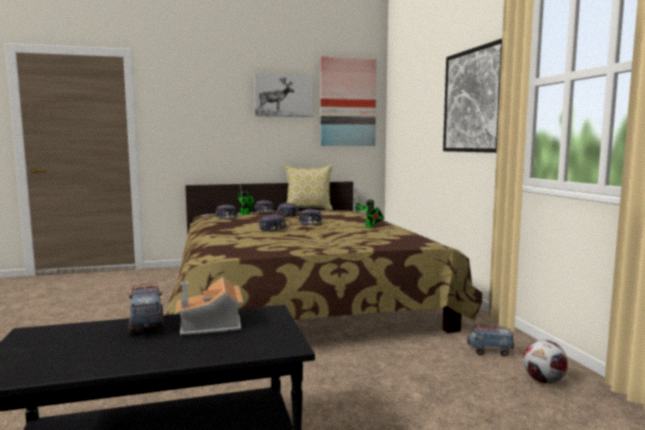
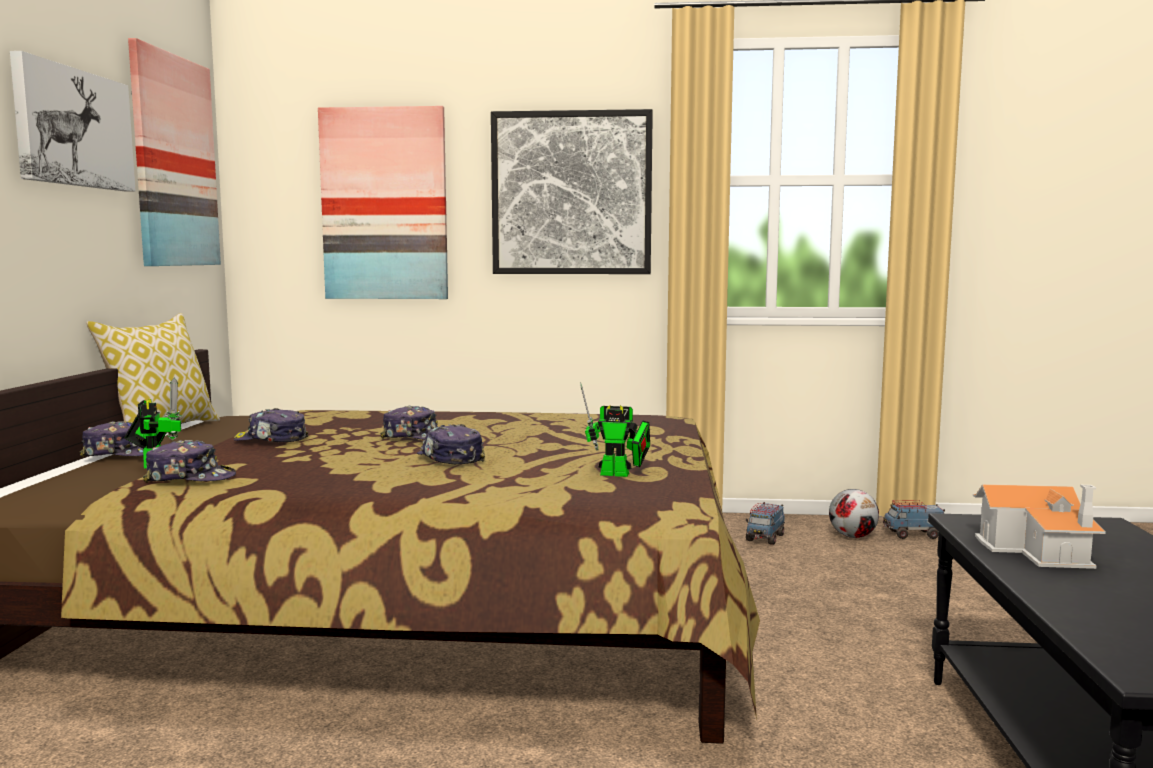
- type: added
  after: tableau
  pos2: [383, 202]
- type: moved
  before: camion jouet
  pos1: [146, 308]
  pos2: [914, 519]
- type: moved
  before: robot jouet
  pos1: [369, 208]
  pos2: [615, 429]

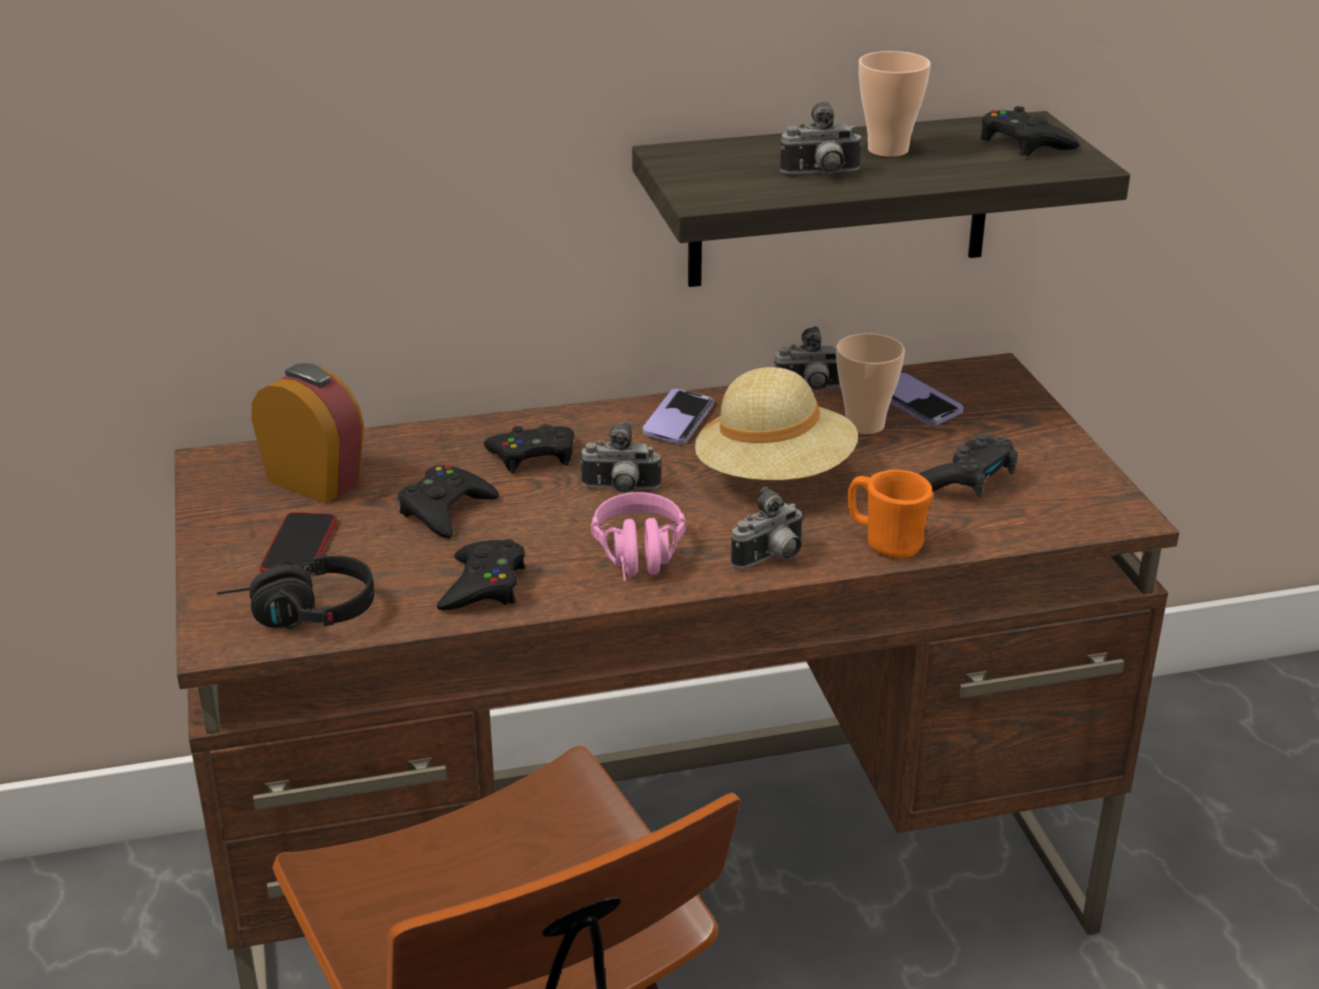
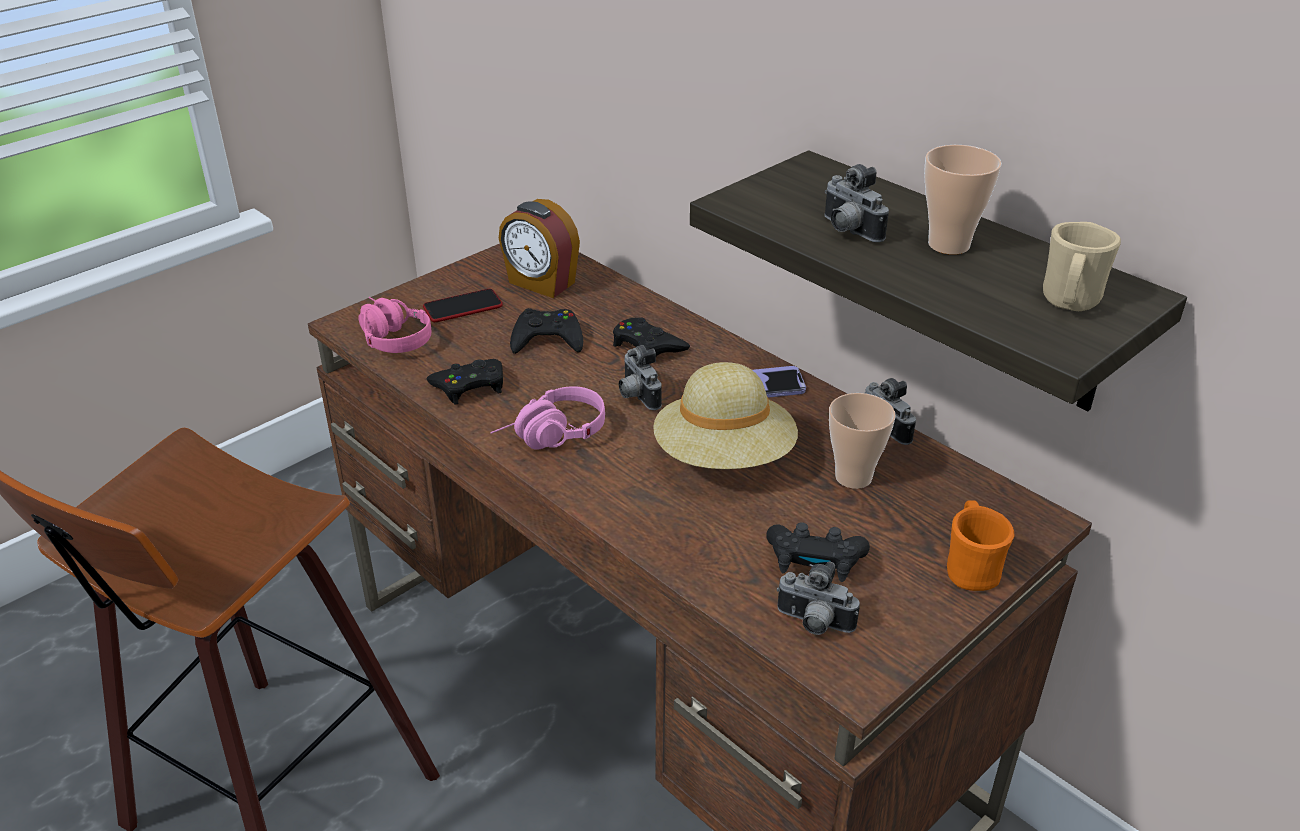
- type: removed
  before: téléphone
  pos1: [926, 399]
- type: moved
  before: appareil photo
  pos1: [767, 528]
  pos2: [818, 598]
- type: moved
  before: mug [orange]
  pos1: [890, 514]
  pos2: [980, 546]
- type: replaced
  before: manette [noir]
  after: mug [beige]
  pos1: [1030, 131]
  pos2: [1082, 266]
- type: recoloured
  before: casque audio [noir]
  after: casque audio [rose]
  pos1: [295, 592]
  pos2: [394, 325]
- type: turned
  before: réveil
  pos1: [307, 433]
  pos2: [539, 248]
  turn: 120

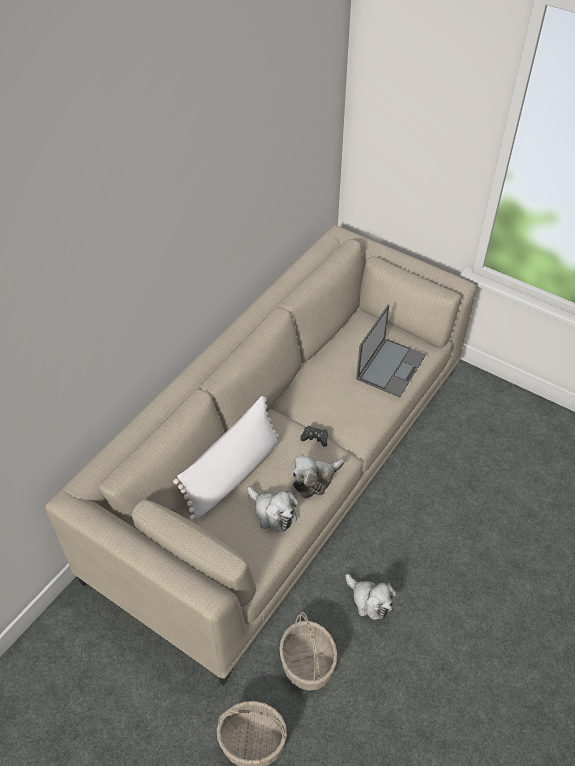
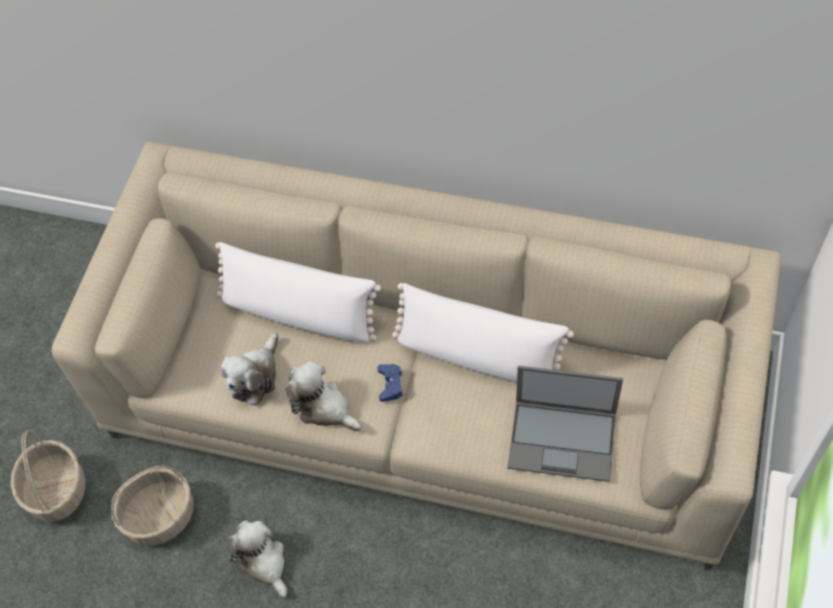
- type: added
  after: coussin [blanc]
  pos2: [483, 332]
- type: recoloured
  before: manette [noir]
  after: manette [bleu]
  pos1: [314, 436]
  pos2: [390, 383]
- type: turned
  before: peluche
  pos1: [370, 597]
  pos2: [258, 559]
  turn: 120

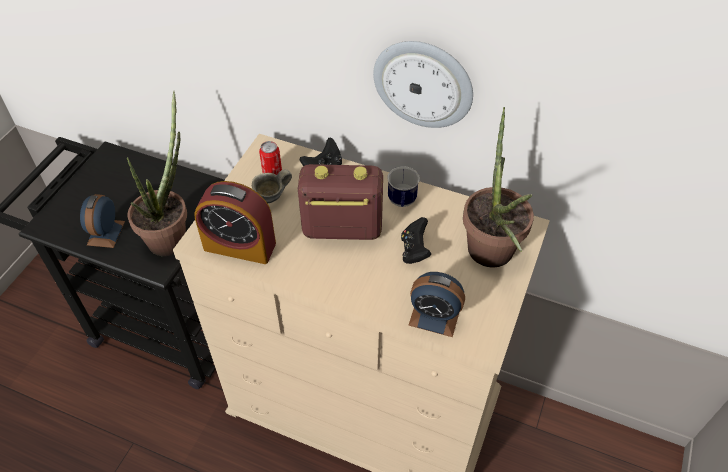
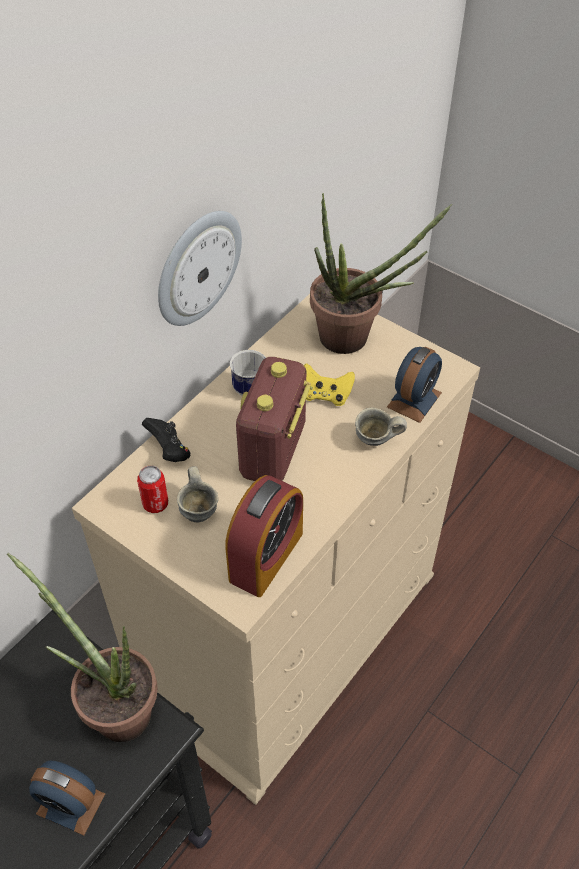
- type: added
  after: mug [gris]
  pos2: [381, 427]
- type: recoloured
  before: manette [noir]
  after: manette [jaune]
  pos1: [416, 240]
  pos2: [329, 384]

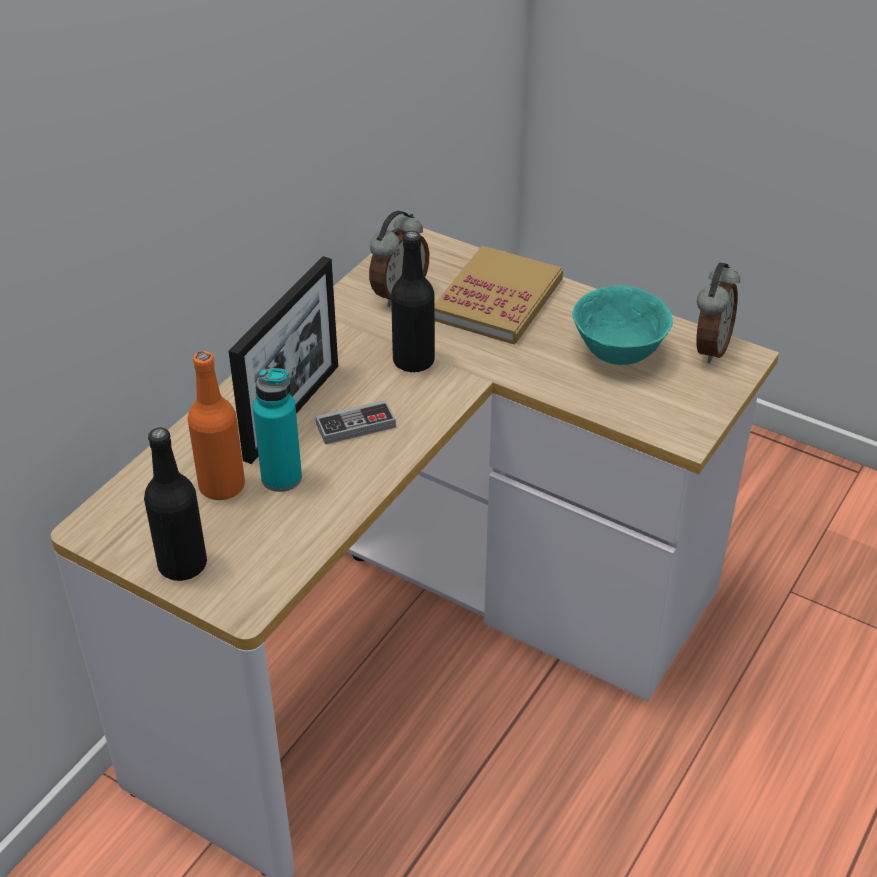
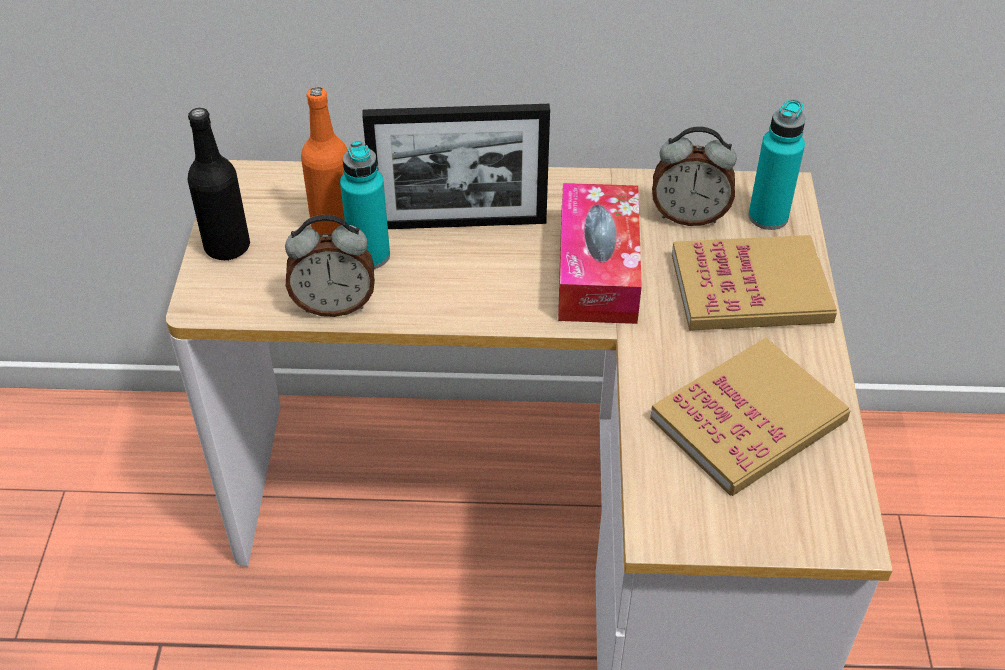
- type: removed
  before: manette
  pos1: [356, 422]
- type: added
  after: bouteille [turquoise]
  pos2: [776, 164]
- type: moved
  before: réveil
  pos1: [718, 313]
  pos2: [330, 266]
- type: replaced
  before: bouteille [noir]
  after: boîte à mouchoirs
  pos1: [413, 302]
  pos2: [600, 253]
- type: replaced
  before: bol [turquoise]
  after: livre
  pos1: [622, 325]
  pos2: [750, 417]

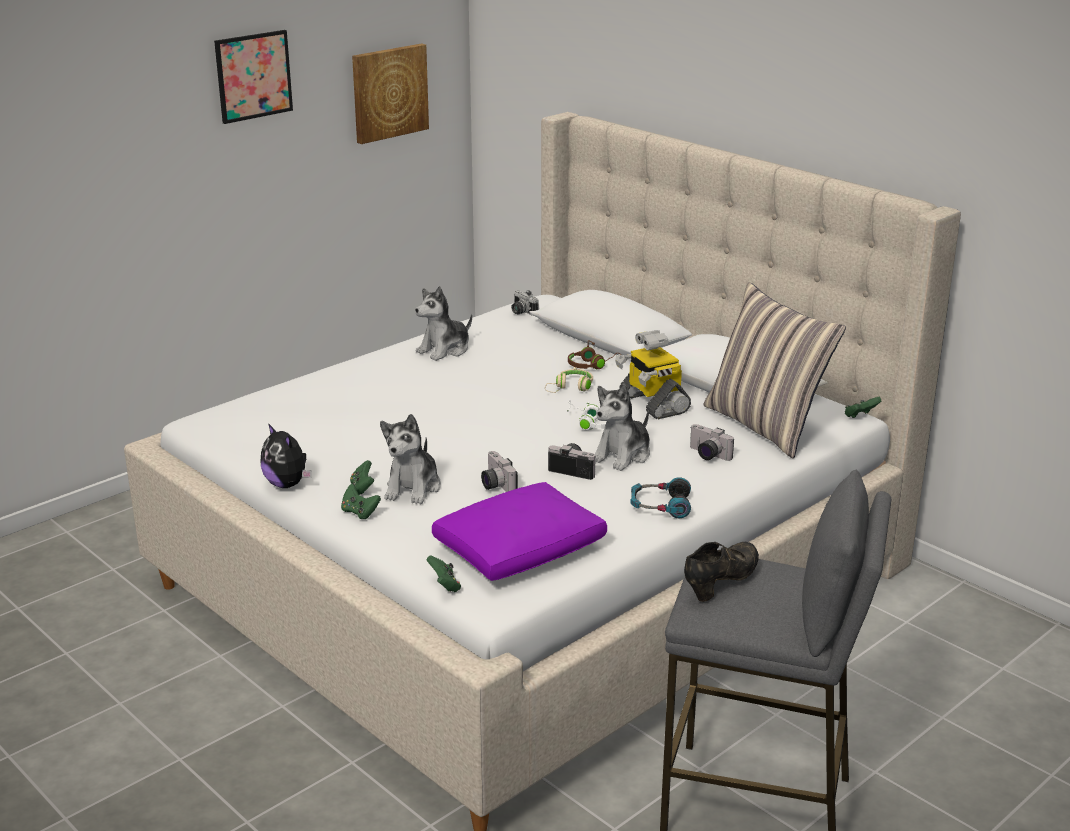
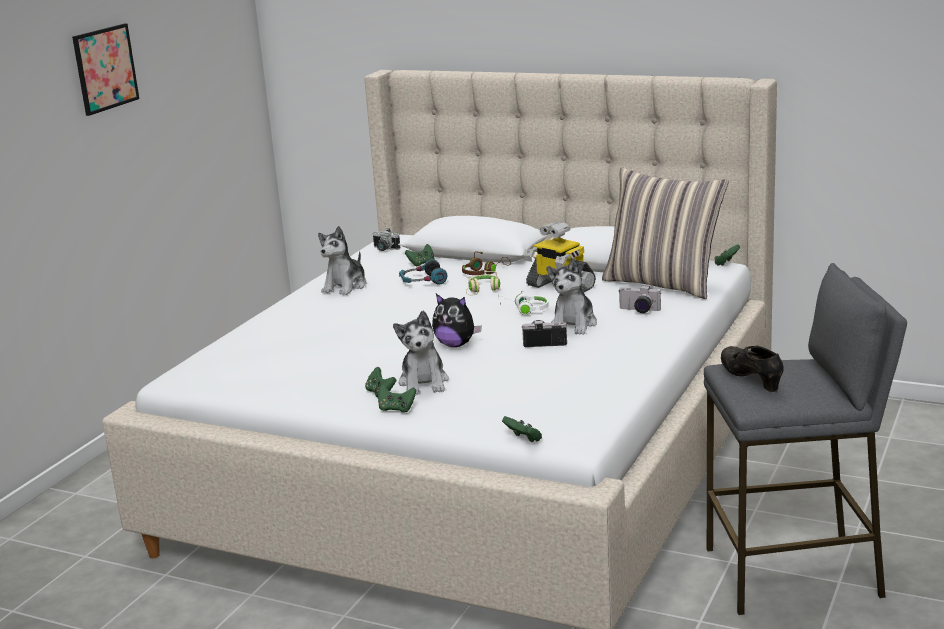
- type: removed
  before: tableau
  pos1: [390, 93]
- type: removed
  before: coussin [violet]
  pos1: [519, 531]
- type: removed
  before: appareil photo
  pos1: [499, 471]
- type: added
  after: manette [vert]
  pos2: [420, 255]
- type: moved
  before: peluche
  pos1: [286, 455]
  pos2: [457, 320]
- type: moved
  before: casque audio
  pos1: [660, 497]
  pos2: [423, 272]
- type: turned
  before: chaussure [noir]
  pos1: [721, 572]
  pos2: [752, 368]
  turn: -45

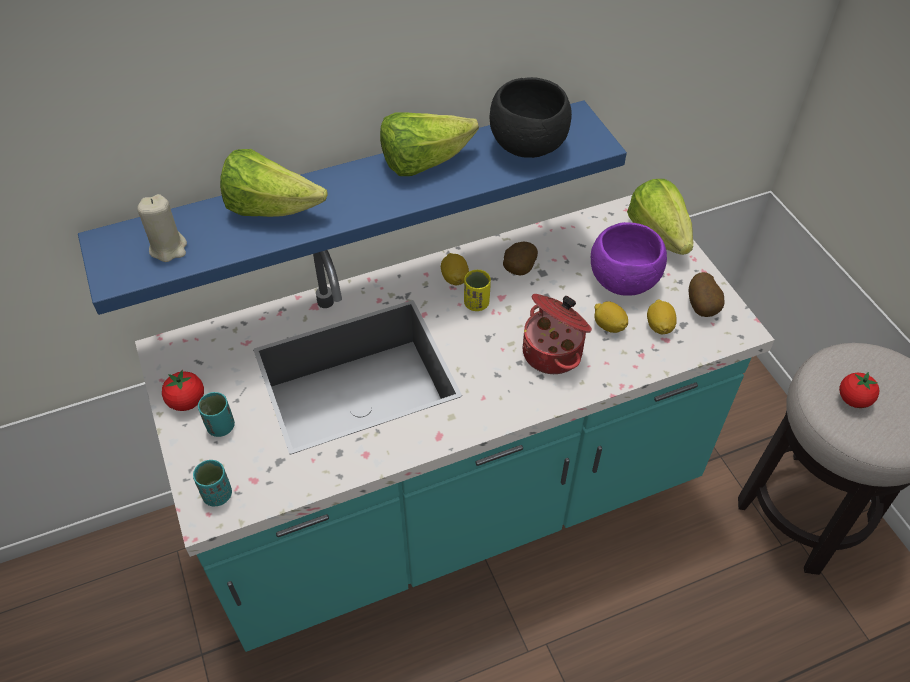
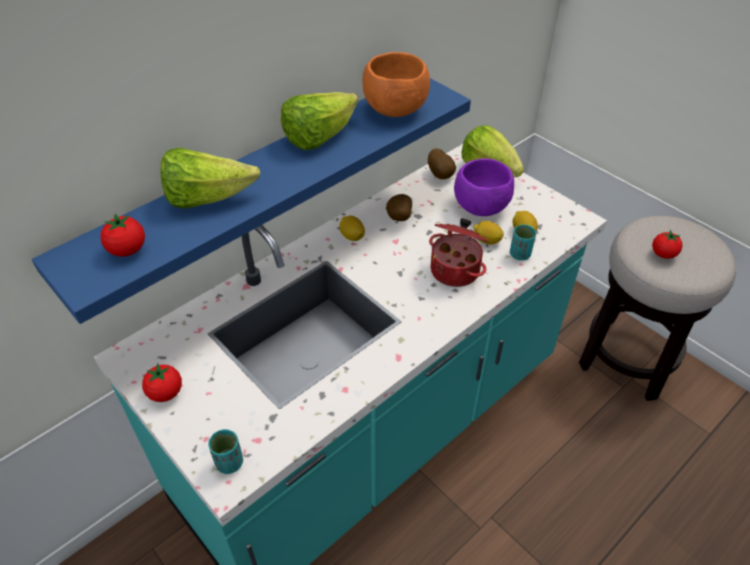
- type: removed
  before: tasse [jaune]
  pos1: [477, 290]
- type: moved
  before: tasse [turquoise]
  pos1: [216, 414]
  pos2: [523, 242]
- type: moved
  before: pomme de terre
  pos1: [707, 294]
  pos2: [442, 163]
- type: replaced
  before: bougie [beige]
  after: tomate
  pos1: [162, 228]
  pos2: [122, 235]
- type: recoloured
  before: bol [noir]
  after: bol [orange]
  pos1: [530, 117]
  pos2: [396, 84]

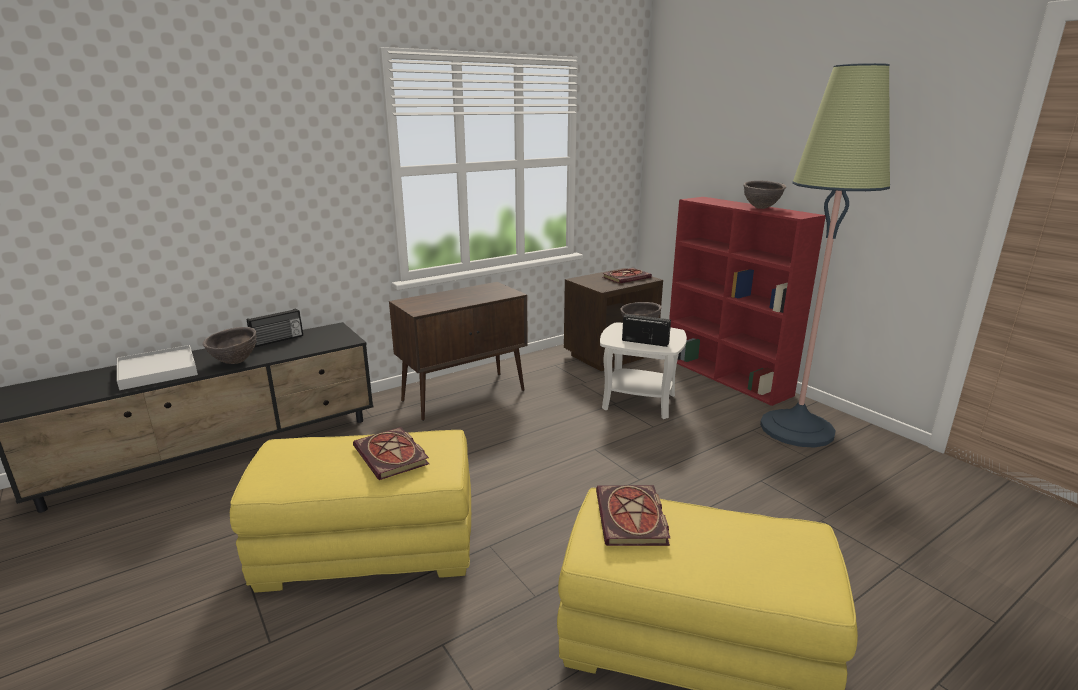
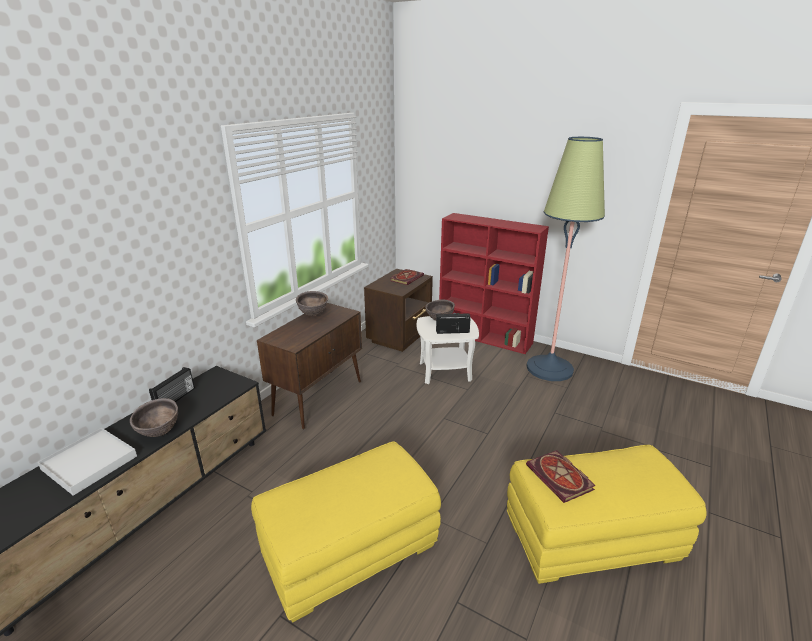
- type: removed
  before: livre
  pos1: [391, 453]
- type: moved
  before: bol [marron]
  pos1: [764, 195]
  pos2: [312, 303]

